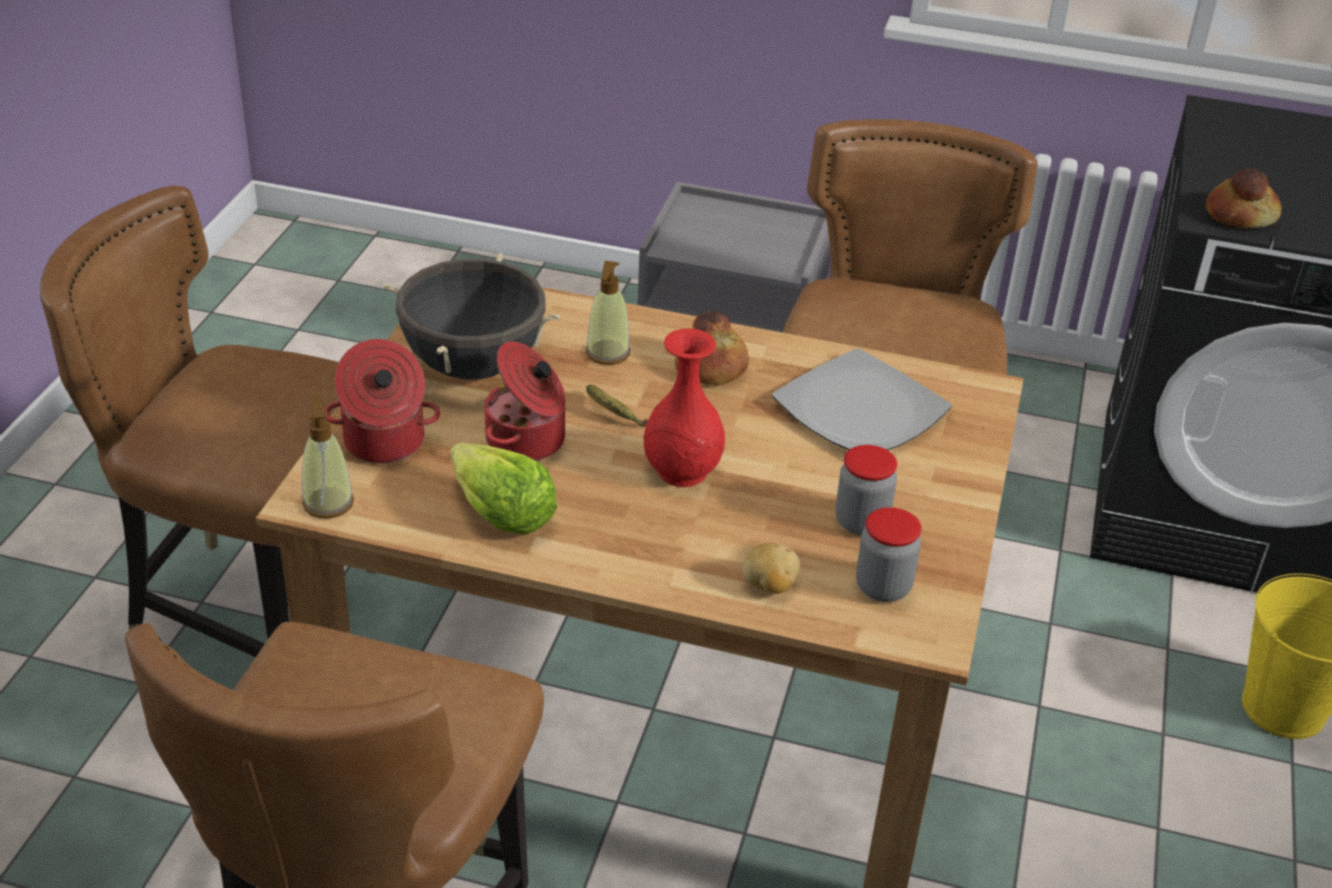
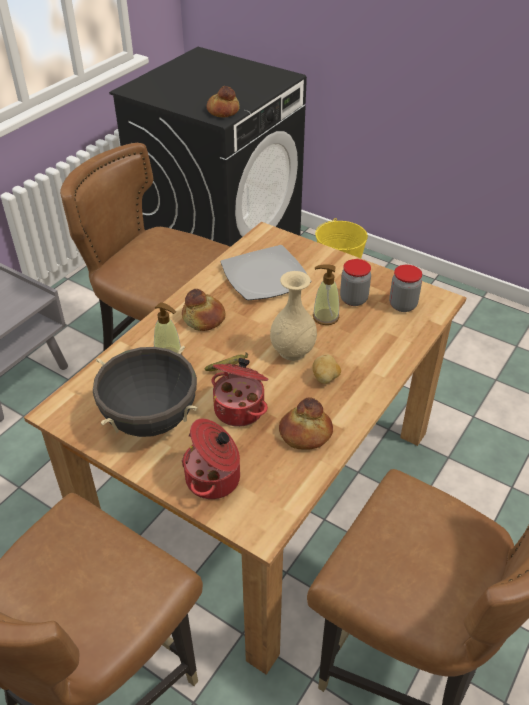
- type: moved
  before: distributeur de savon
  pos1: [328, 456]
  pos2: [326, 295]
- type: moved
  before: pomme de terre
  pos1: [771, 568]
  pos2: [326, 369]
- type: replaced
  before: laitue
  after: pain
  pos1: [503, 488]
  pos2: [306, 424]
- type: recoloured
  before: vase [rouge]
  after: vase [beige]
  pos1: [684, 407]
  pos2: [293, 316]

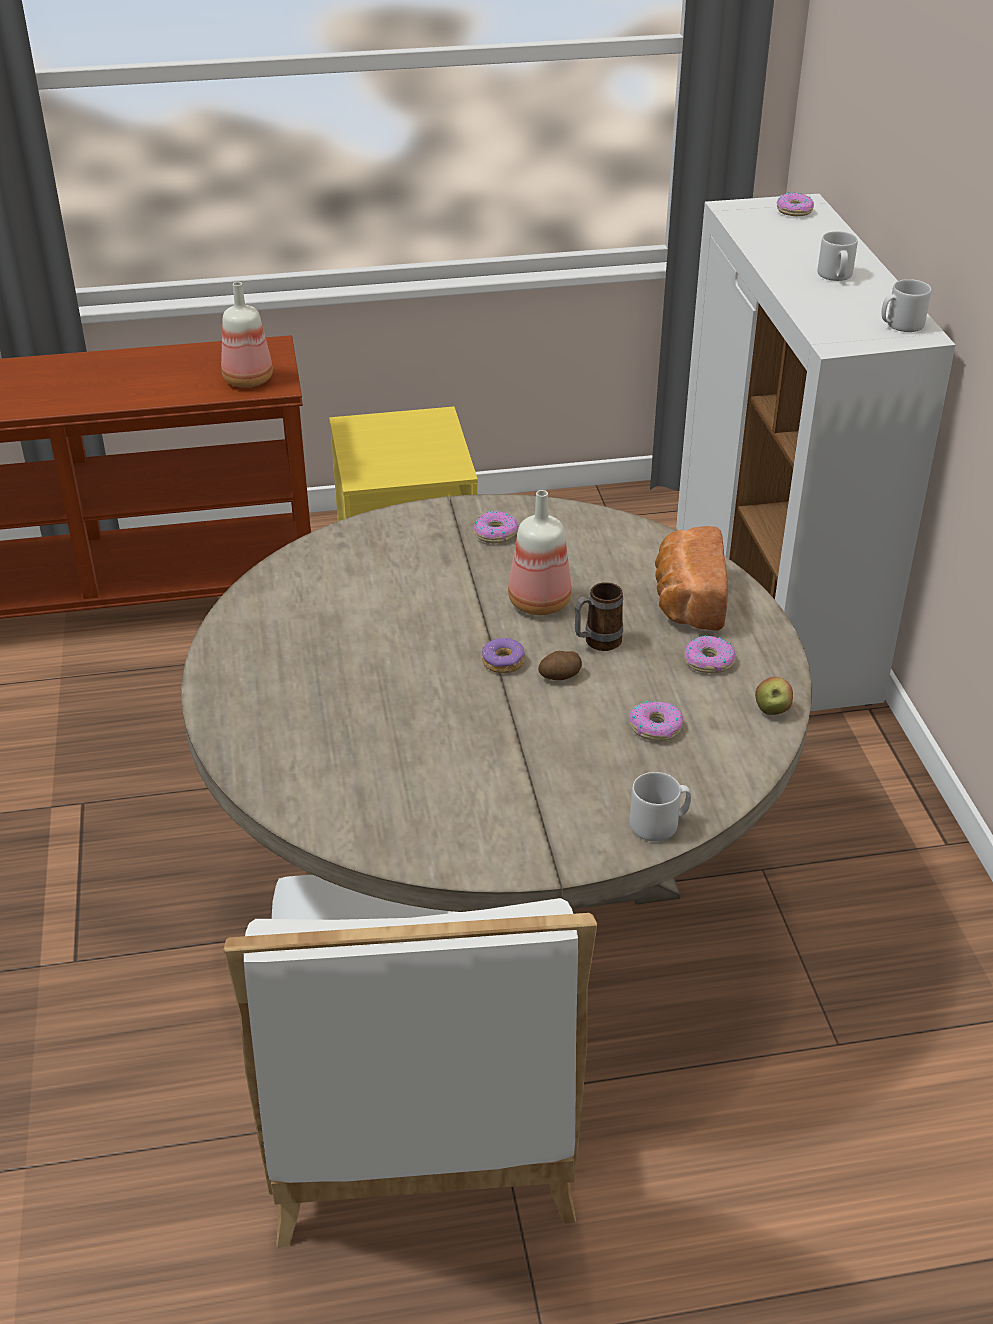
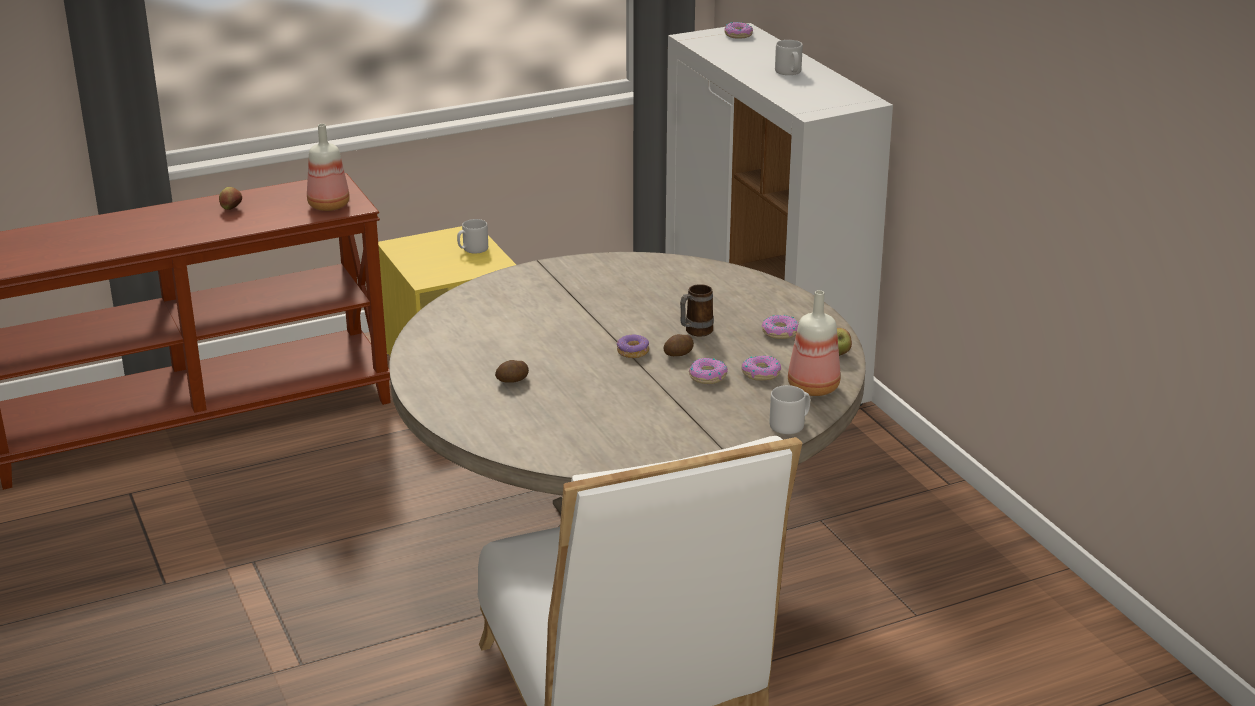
- type: removed
  before: pain
  pos1: [691, 578]
- type: added
  after: pomme
  pos2: [230, 198]
- type: added
  after: pomme de terre
  pos2: [512, 371]
- type: moved
  before: beignet
  pos1: [496, 527]
  pos2: [708, 371]
- type: moved
  before: bouteille
  pos1: [540, 552]
  pos2: [814, 343]
- type: moved
  before: mug [gris]
  pos1: [906, 305]
  pos2: [472, 236]

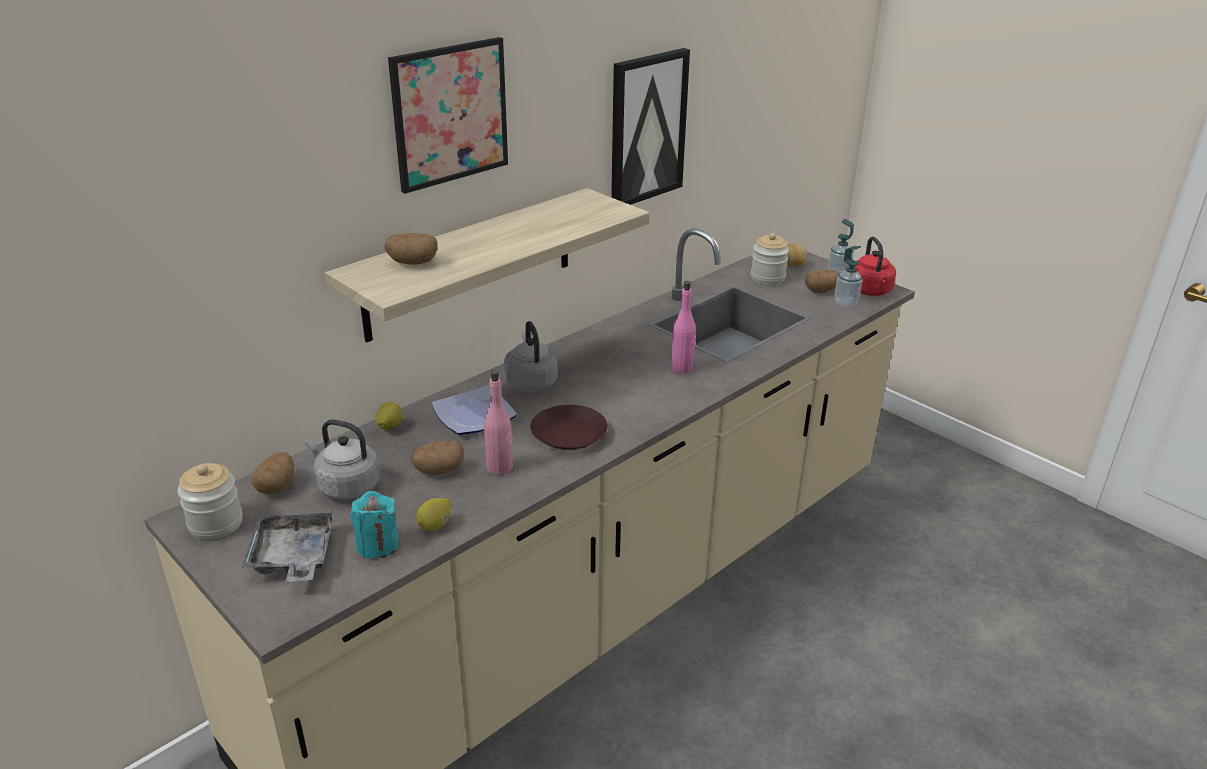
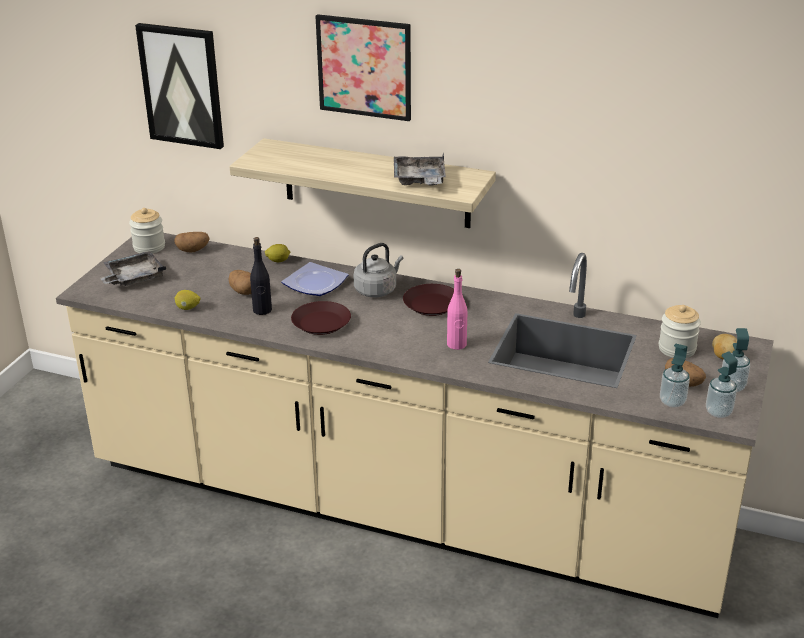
- type: removed
  before: bouilloire [gris]
  pos1: [342, 459]
- type: removed
  before: bougie [turquoise]
  pos1: [374, 525]
- type: removed
  before: pomme de terre
  pos1: [410, 249]
- type: added
  after: plateau [gris]
  pos2: [420, 169]
- type: added
  after: assiette [marron]
  pos2: [428, 300]
- type: moved
  before: tableau
  pos1: [650, 126]
  pos2: [179, 86]
- type: replaced
  before: bouilloire [rouge]
  after: distributeur de savon
  pos1: [875, 266]
  pos2: [722, 385]
- type: recoloured
  before: bouteille [rose]
  after: bouteille [noir]
  pos1: [498, 422]
  pos2: [261, 276]

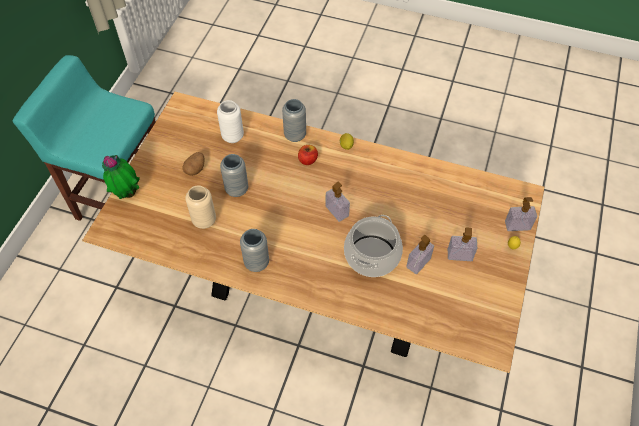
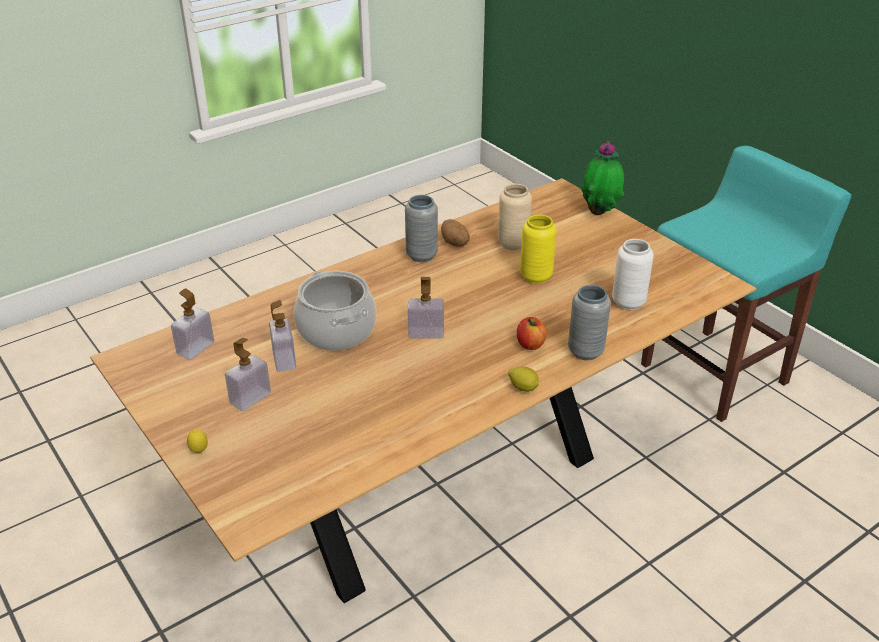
- type: moved
  before: pomme de terre
  pos1: [193, 164]
  pos2: [455, 233]
- type: moved
  before: distributeur de savon
  pos1: [521, 214]
  pos2: [192, 324]
- type: recoloured
  before: vase [gris]
  after: vase [jaune]
  pos1: [234, 175]
  pos2: [538, 249]

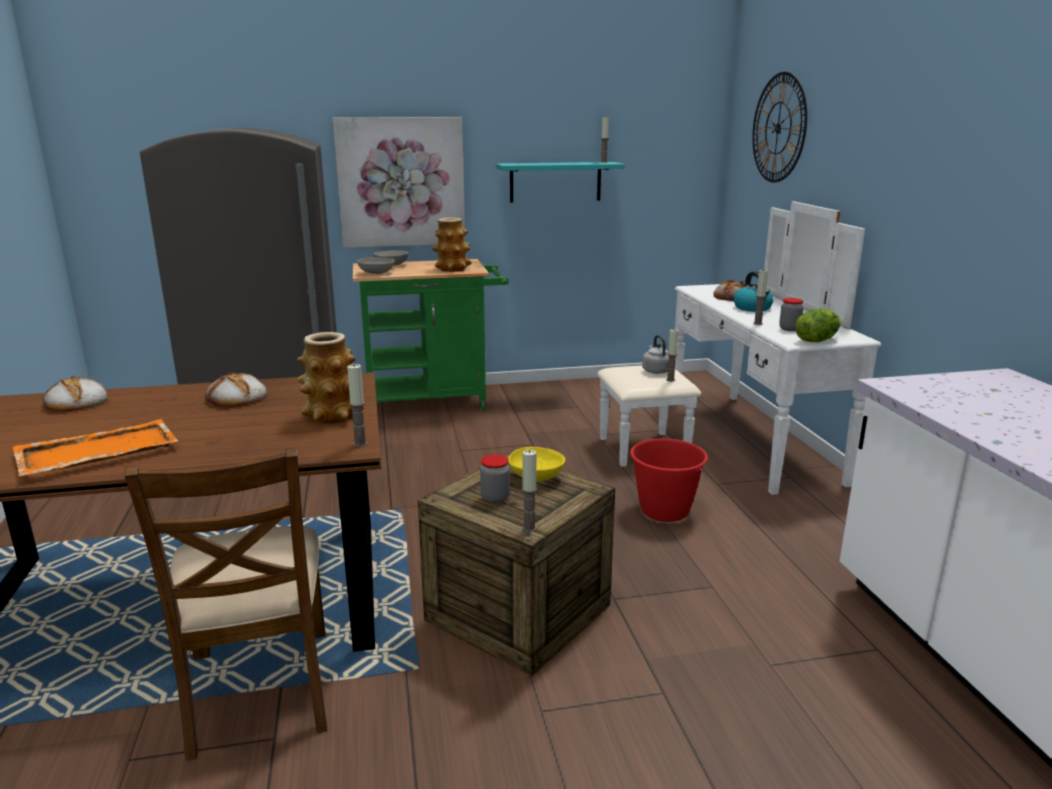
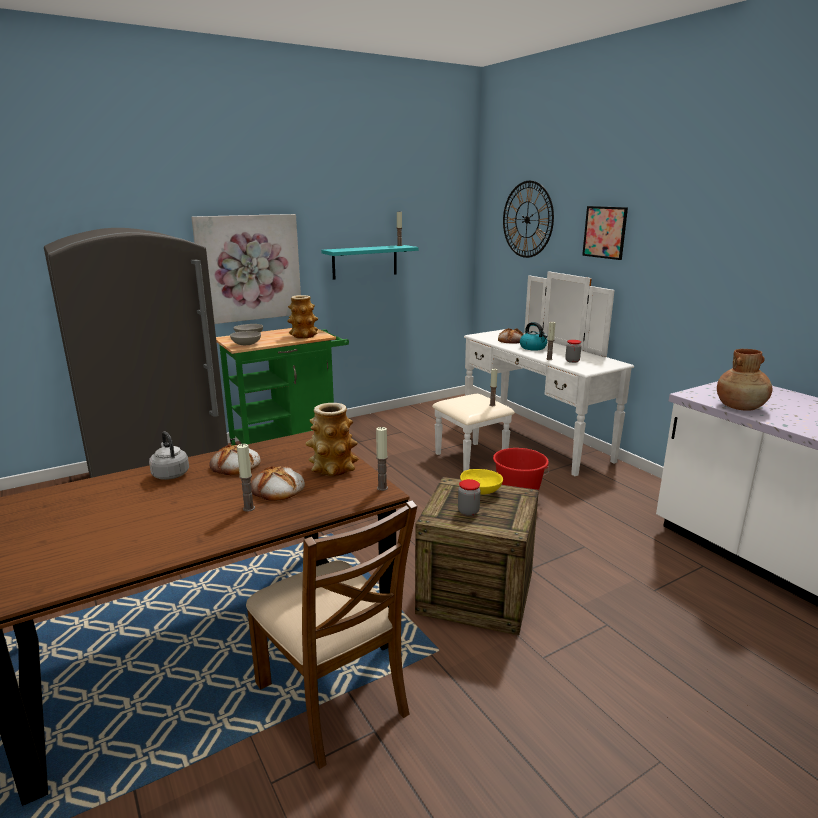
- type: removed
  before: plateau [orange]
  pos1: [95, 447]
- type: removed
  before: laitue
  pos1: [818, 325]
- type: added
  after: tableau
  pos2: [605, 233]
- type: added
  after: vase [marron]
  pos2: [744, 380]
- type: moved
  before: pain
  pos1: [75, 394]
  pos2: [278, 483]
- type: moved
  before: bougie
  pos1: [529, 491]
  pos2: [246, 478]
- type: moved
  before: bouilloire [gris]
  pos1: [655, 354]
  pos2: [169, 455]

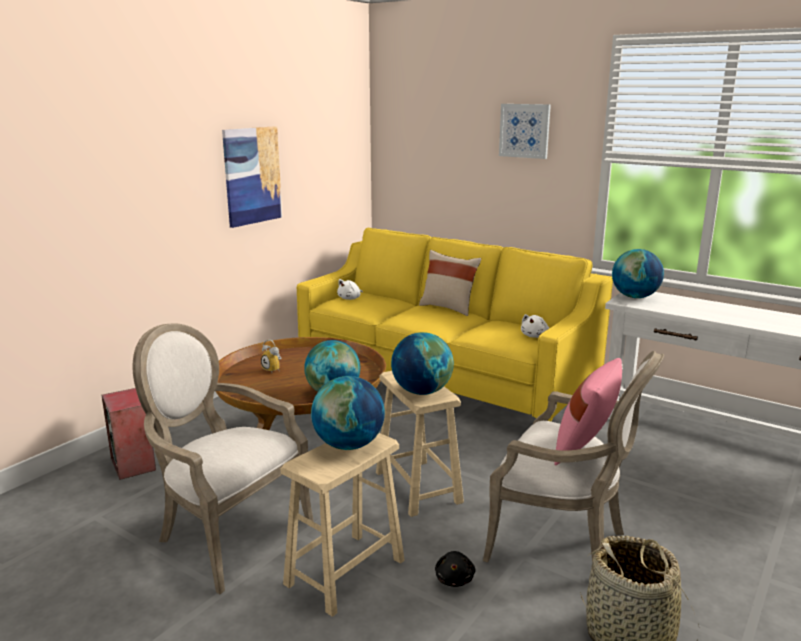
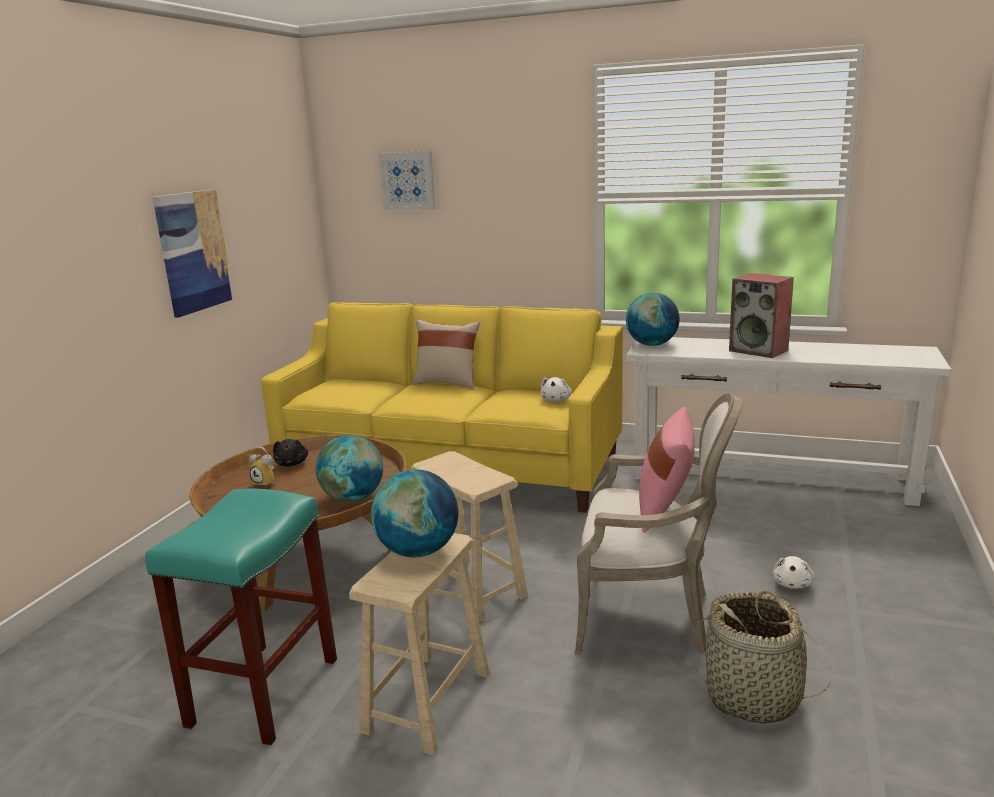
- type: removed
  before: globe
  pos1: [422, 363]
- type: moved
  before: enceinte
  pos1: [128, 434]
  pos2: [761, 315]
- type: moved
  before: peluche [blanc]
  pos1: [350, 289]
  pos2: [793, 572]
- type: moved
  before: peluche [noir]
  pos1: [455, 569]
  pos2: [290, 453]
- type: moved
  before: tableau
  pos1: [525, 131]
  pos2: [407, 180]
- type: replaced
  before: fauteuil
  after: tabouret [turquoise]
  pos1: [223, 458]
  pos2: [241, 617]

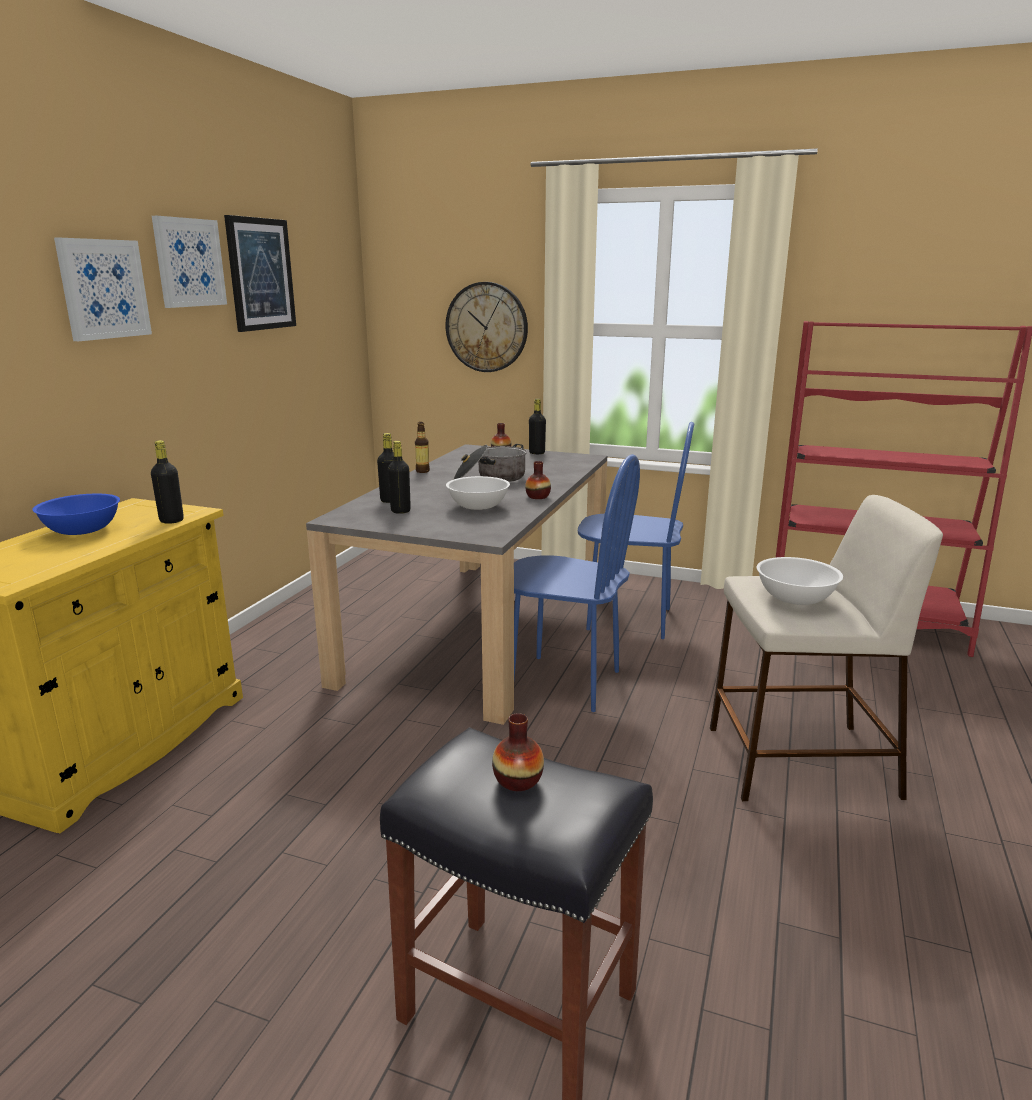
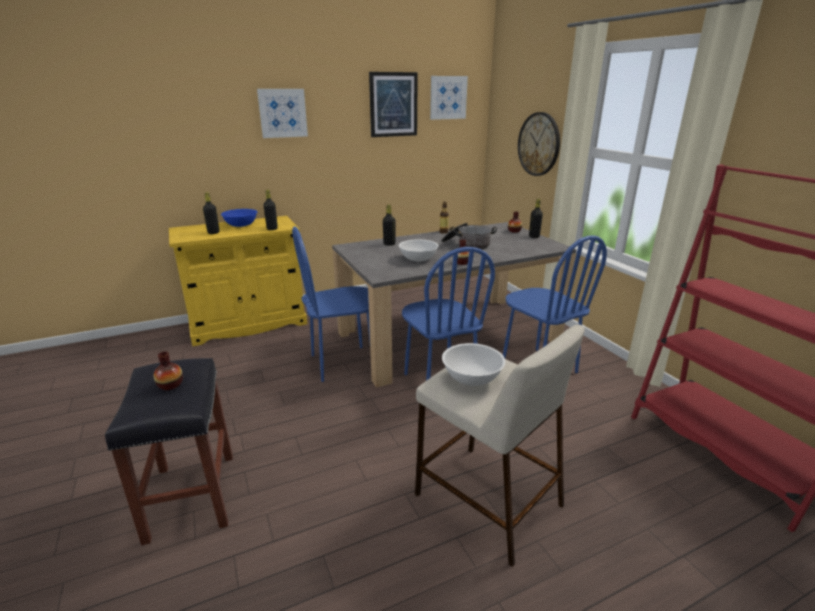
- type: added
  after: chaise [bleu]
  pos2: [331, 304]
- type: moved
  before: tableau
  pos1: [189, 262]
  pos2: [449, 98]
- type: moved
  before: bouteille [noir]
  pos1: [399, 477]
  pos2: [211, 213]

